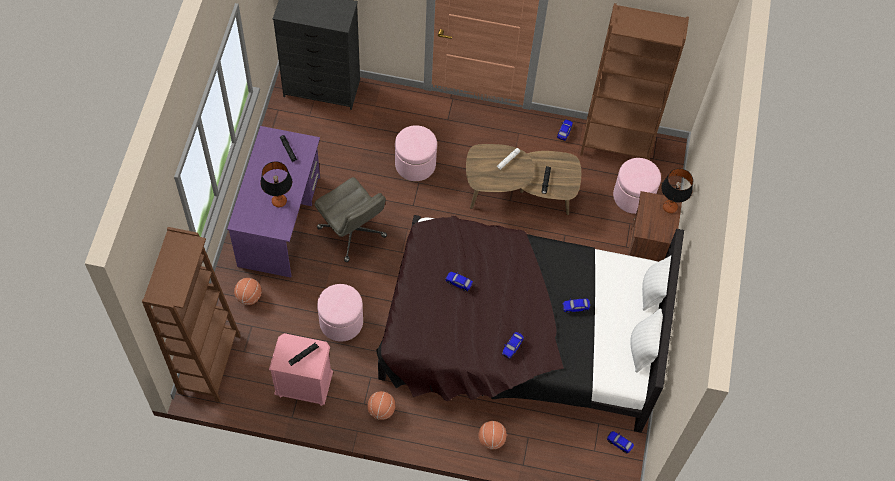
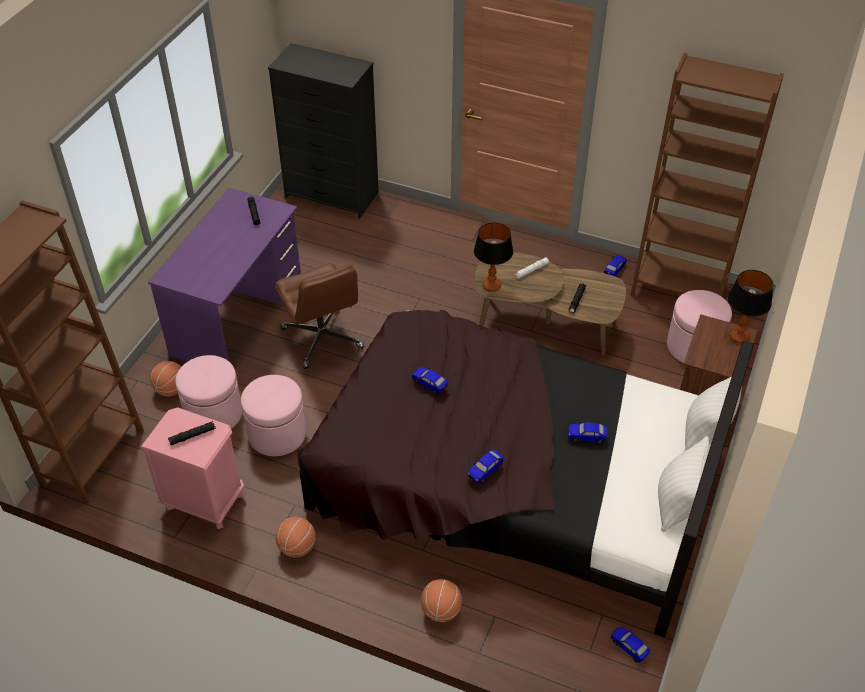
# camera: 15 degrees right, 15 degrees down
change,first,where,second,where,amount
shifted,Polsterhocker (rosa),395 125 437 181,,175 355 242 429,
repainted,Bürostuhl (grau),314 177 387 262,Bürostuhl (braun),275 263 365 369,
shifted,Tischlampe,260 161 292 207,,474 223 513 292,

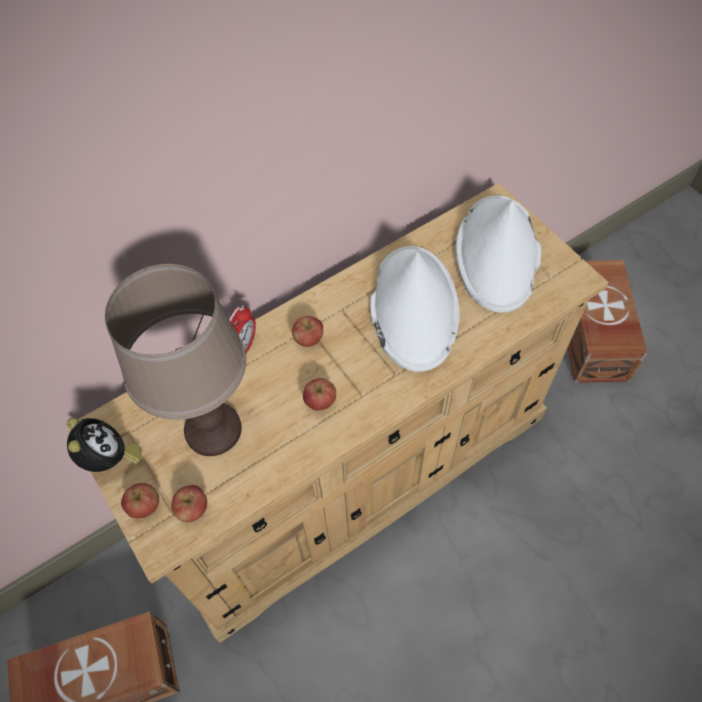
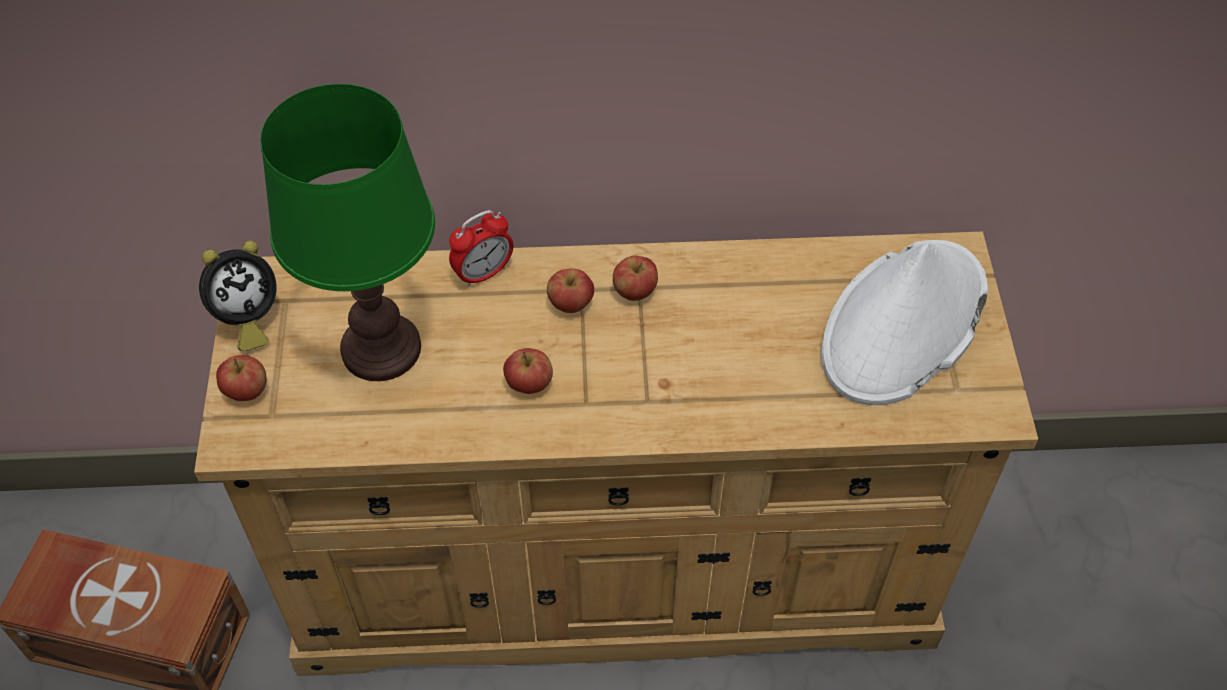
# camera: 30 degrees right, 5 degrees down
change,first,where,second,where,amount
rotated,Wecker,67 418 142 472,,199 241 277 352,45 degrees clockwise
repainted,Tischlampe (braun),105 264 246 456,Tischlampe (grün),260 84 435 381,
shifted,Apfel,171 485 207 522,,613 256 658 301,
gone,Hut (weiß),370 246 460 372,,,
gone,Aufbewahrungsbox (braun),568 260 647 383,,,

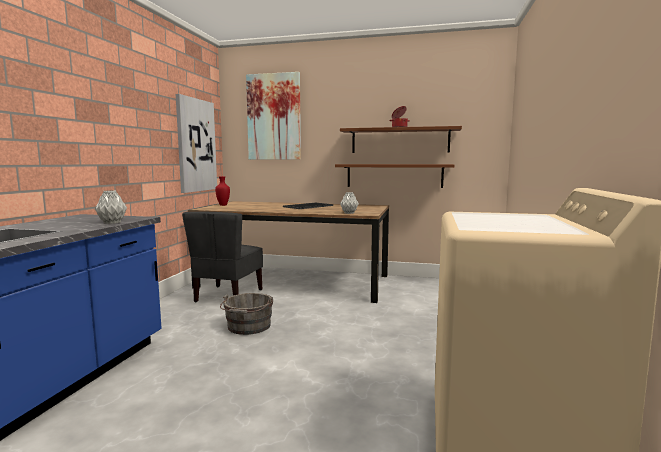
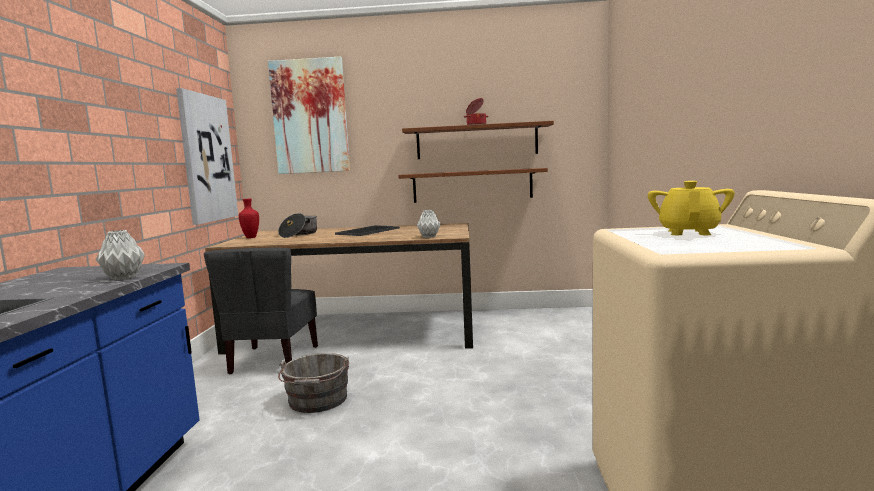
# camera: 10 degrees left, 0 degrees up
change,first,where,second,where,amount
new,,,Kochtopf,278 213 317 238,
new,,,Teekanne (gelb),648 181 735 235,

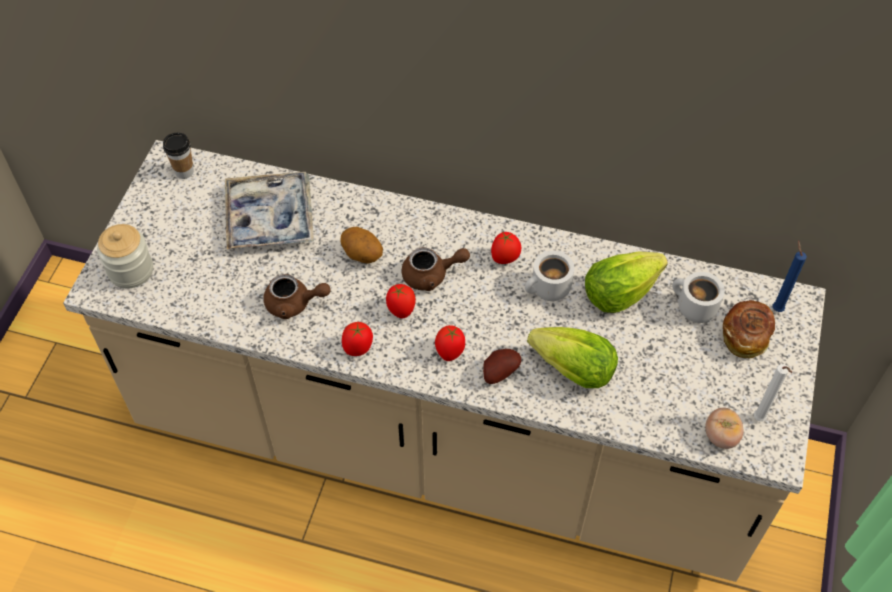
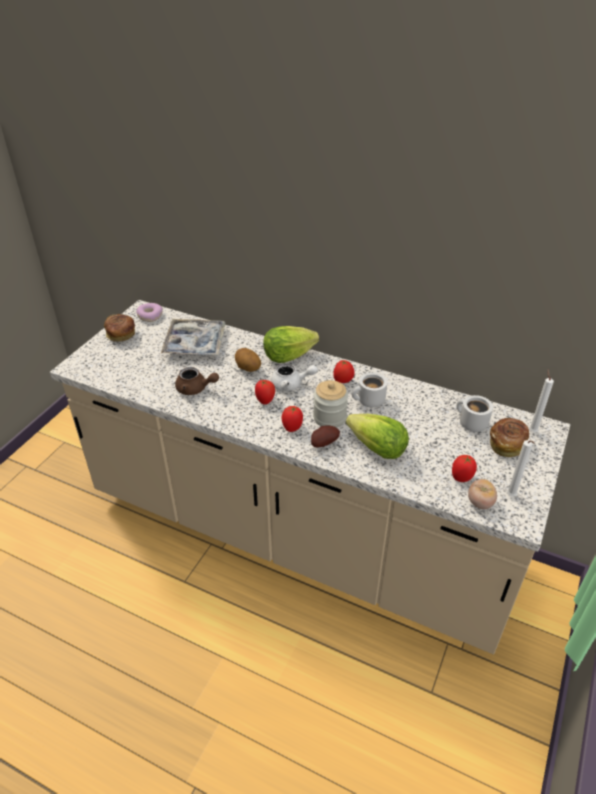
# camera: 10 degrees right, 15 degrees down
change,first,where,second,where,amount
new,,,Brot,104 314 135 342,
swapped,Tasse,163 133 194 179,Donut,136 303 163 322,
shifted,Salatkopf,585 251 668 313,,263 326 319 363,
repainted,Teekanne (braun),401 247 470 291,Teekanne (weiß),271 363 318 391,
shifted,Vorratsglas,97 224 153 289,,313 380 348 428,
shifted,Tomate,342 322 373 356,,452 455 477 482,
repainted,Kerze (blau),772 241 807 312,Kerze (weiß),529 369 554 432,

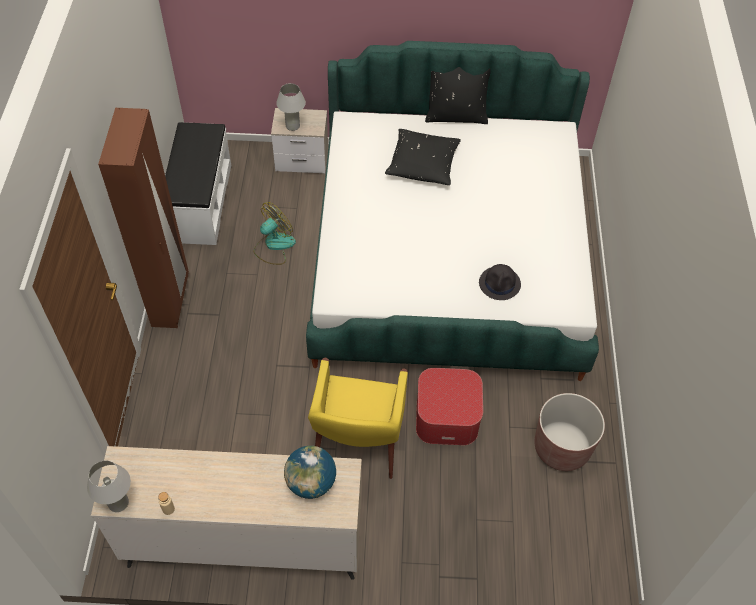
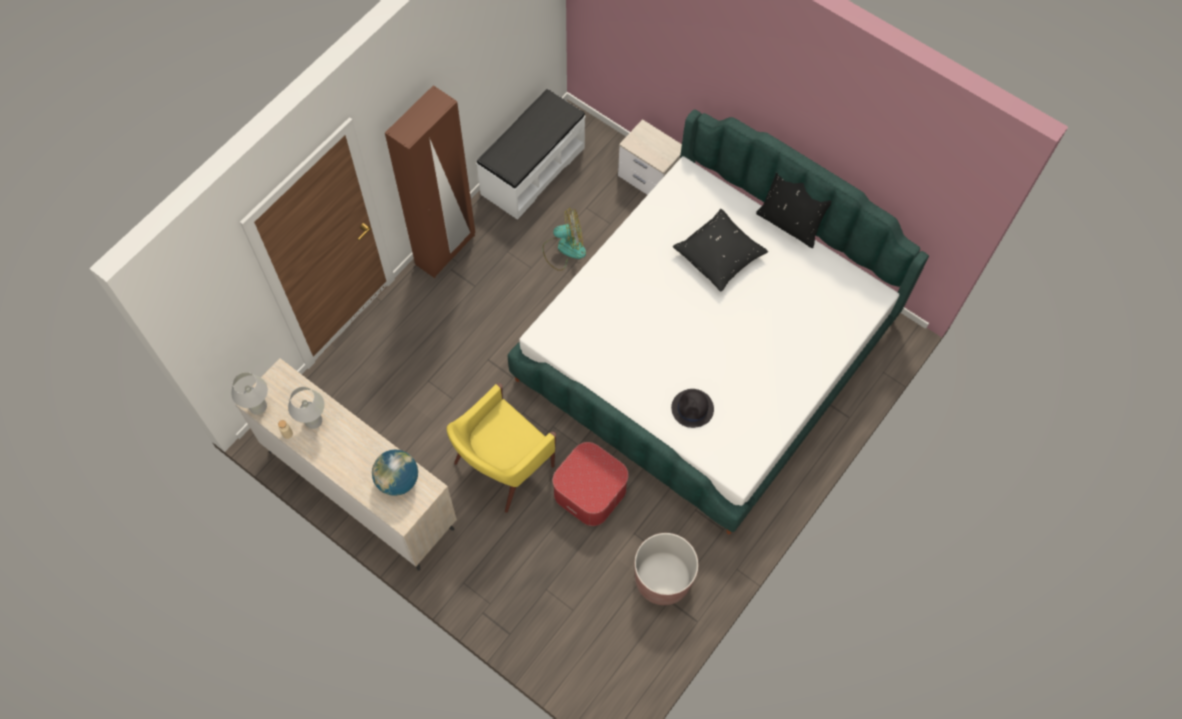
# camera: 35 degrees right, 10 degrees up
change,first,where,second,where,amount
shifted,Tischlampe (weiß),276 83 306 131,,288 387 325 429,

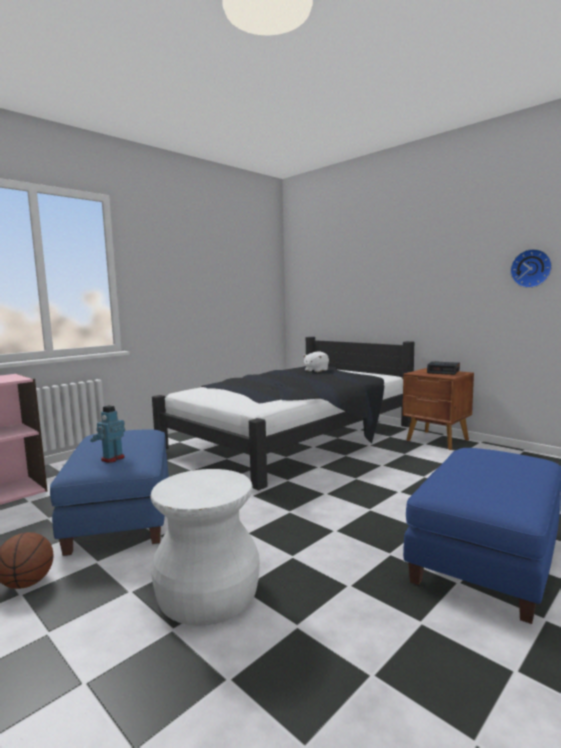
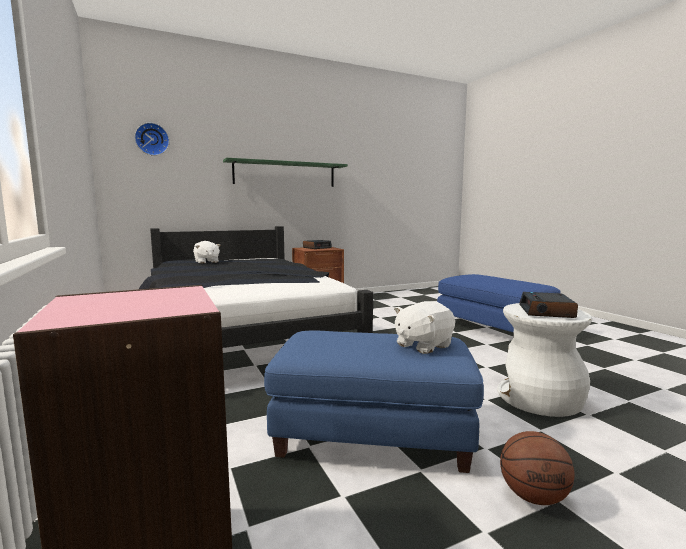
# camera: 70 degrees left, 0 degrees up
change,first,where,second,where,amount
shifted,Wanduhr,510 249 552 288,,134 123 169 156,
new,,,Wandregal (grün),223 158 348 187,
swapped,Spielzeugroboter,90 405 125 463,Plüschtier (weiß),394 301 455 354,
new,,,Wecker,519 292 578 318,

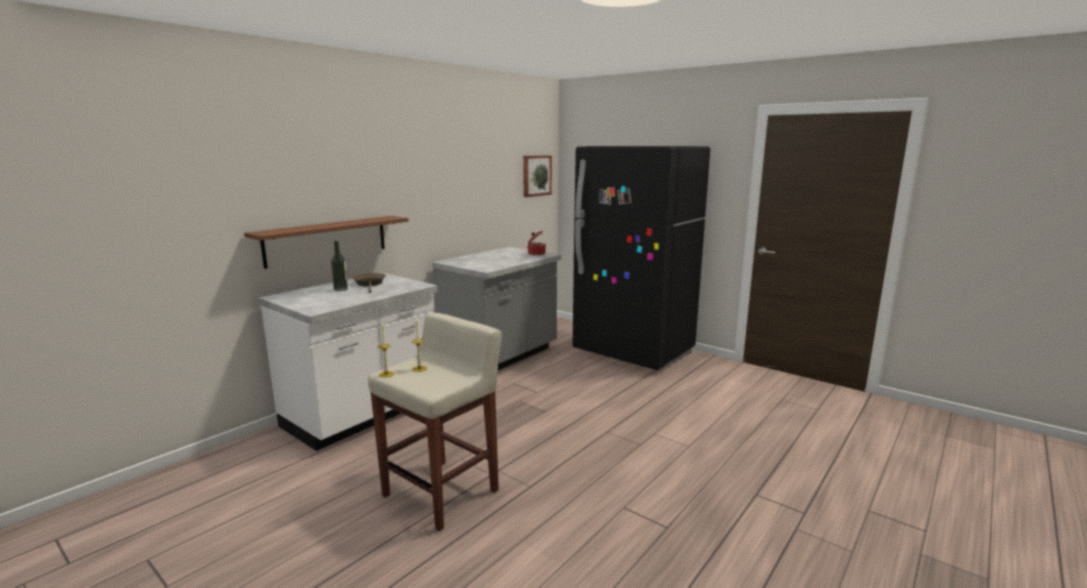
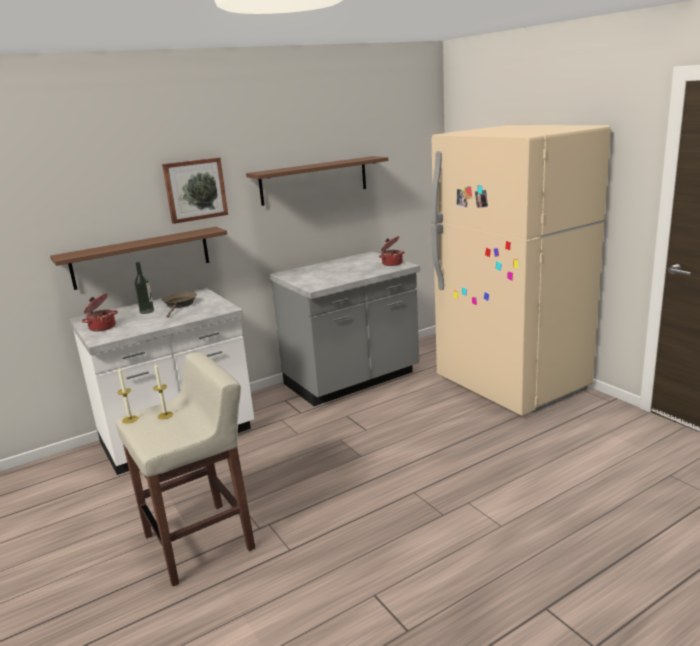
# camera: 20 degrees right, 5 degrees up
change,first,where,second,where,amount
new,,,Kochtopf,82 294 118 332,
shifted,Bild,523 155 552 197,,162 157 228 224,
new,,,Wandregal (braun),246 156 388 206,
repainted,Kühlschrank (schwarz),573 146 710 370,Kühlschrank (beige),431 125 611 416,

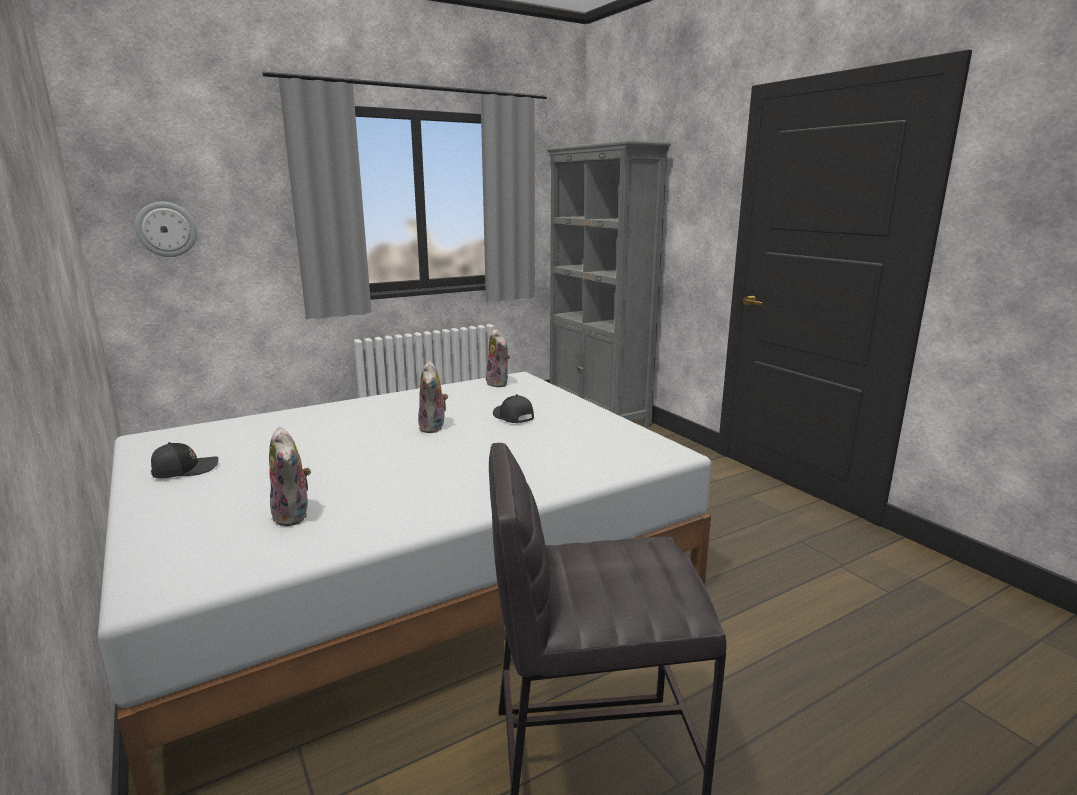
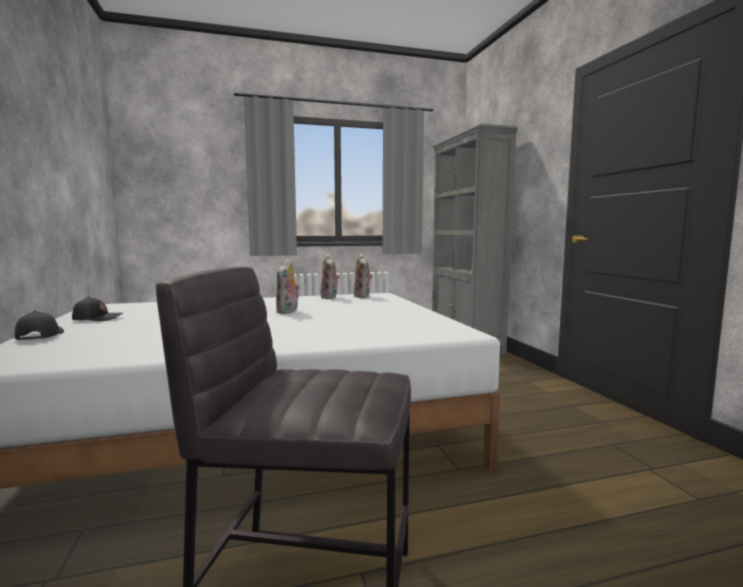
# camera: 15 degrees right, 10 degrees down
change,first,where,second,where,amount
shifted,Kappe (schwarz),493 394 534 423,,15 310 64 340,
shifted,Plüschtier,269 426 311 526,,320 254 340 299,
gone,Wanduhr,135 202 197 257,,,

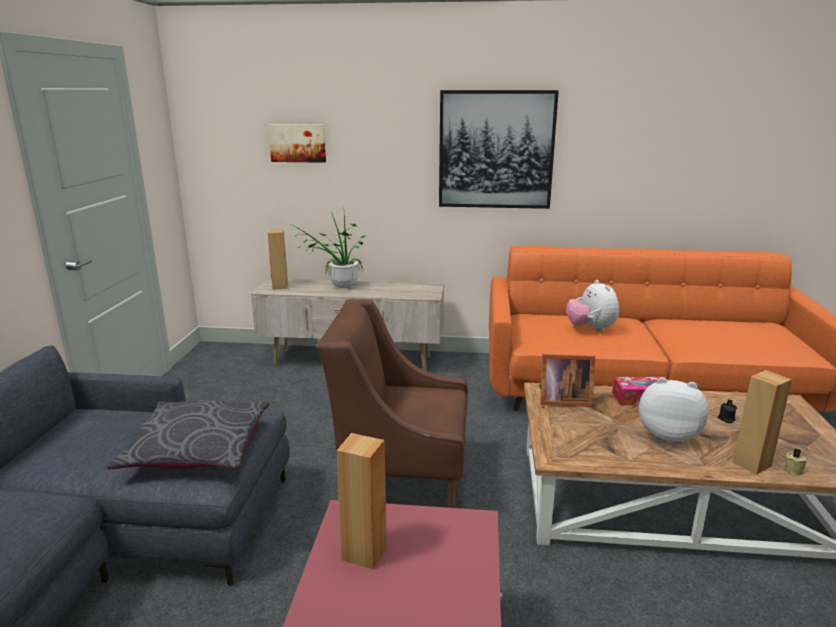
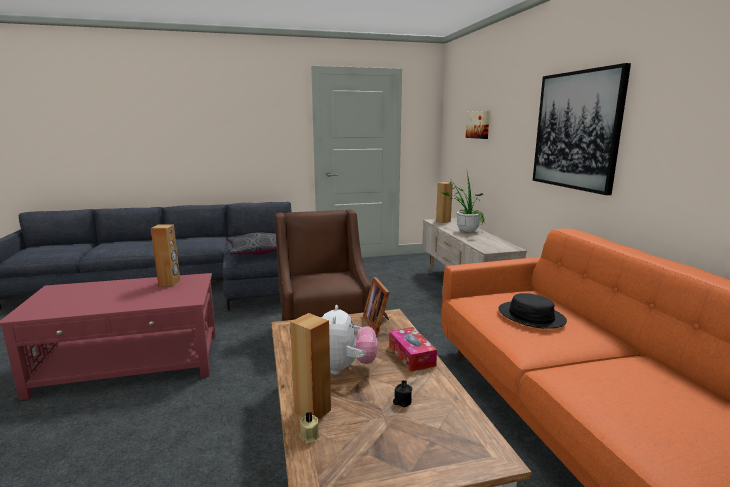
# camera: 70 degrees right, 5 degrees down
change,first,where,second,where,amount
swapped,Plüschtier,566 280 619 332,Hut (schwarz),498 293 567 329,

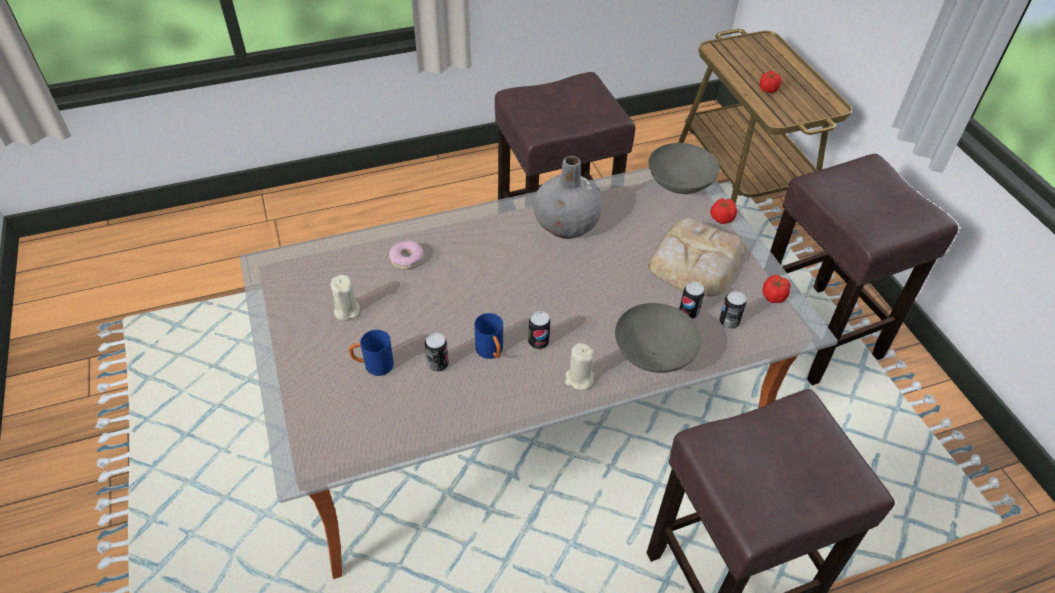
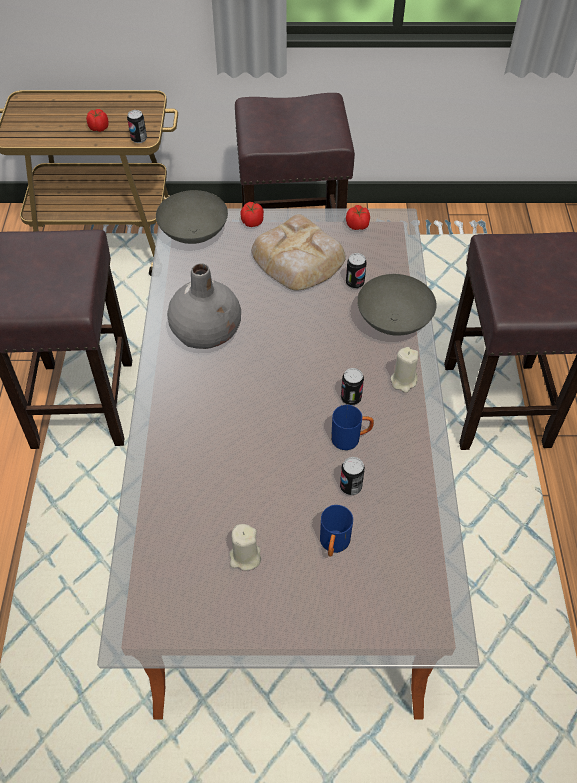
# camera: 70 degrees left, 5 degrees up
change,first,where,second,where,amount
shifted,Dose,719 291 746 329,,127 110 147 143,
gone,Donut,389 240 423 270,,,

